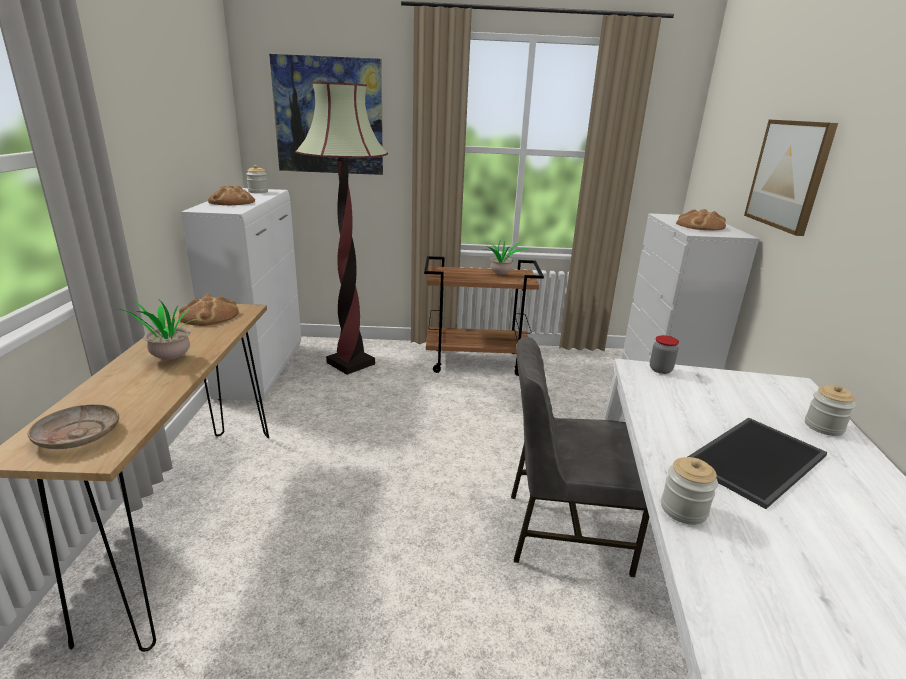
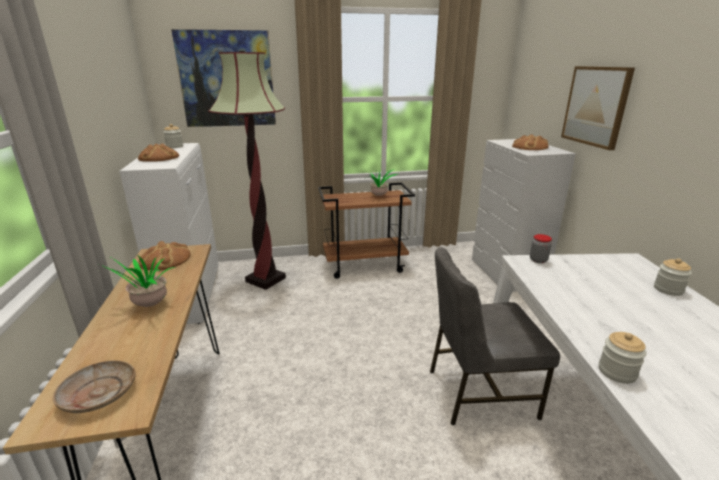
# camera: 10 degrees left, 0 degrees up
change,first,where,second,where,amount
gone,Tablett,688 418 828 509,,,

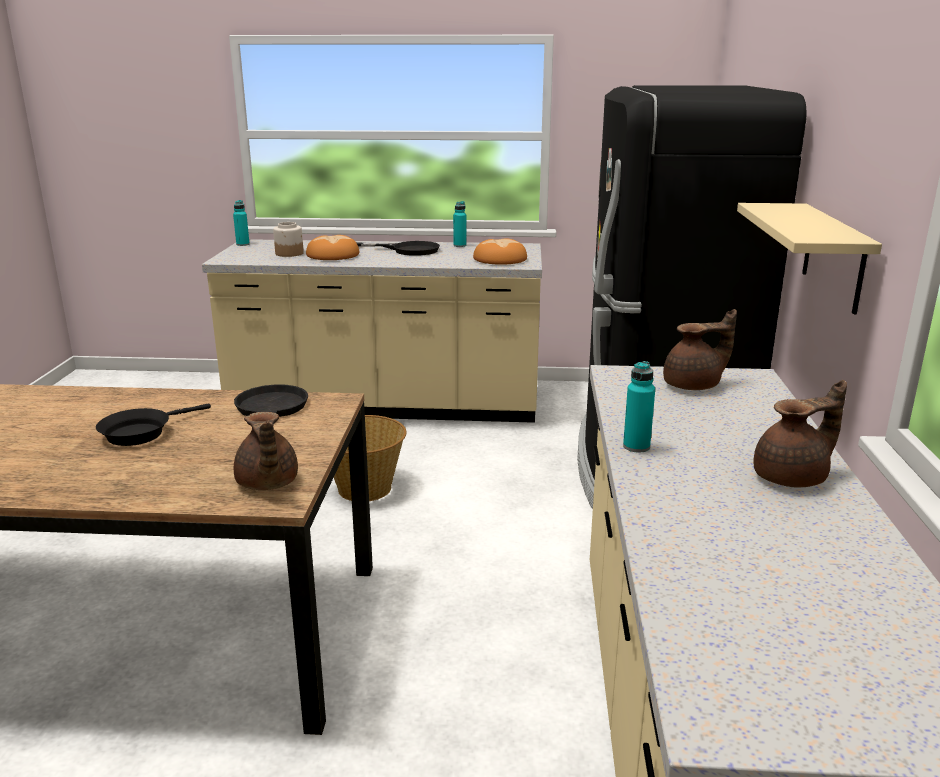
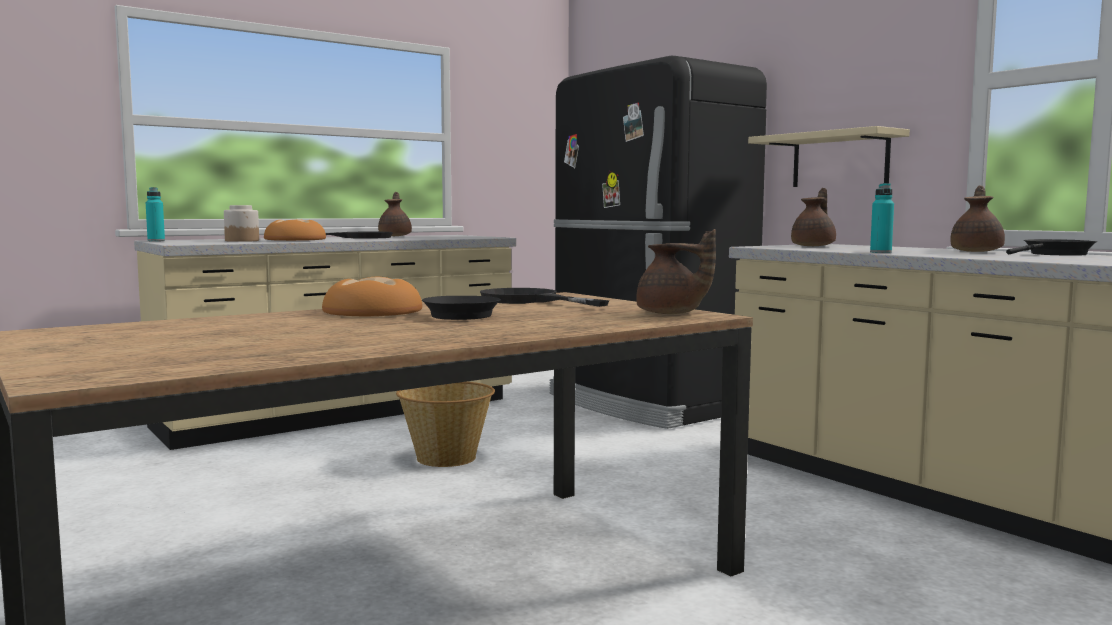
# camera: 40 degrees left, 15 degrees down
change,first,where,second,where,amount
shifted,Brot,473 238 527 265,,322 277 422 316,
swapped,Flasche (türkis),453 201 466 247,Teekanne (braun),378 192 412 236,
new,,,Pfanne (schwarz),1006 239 1097 255,

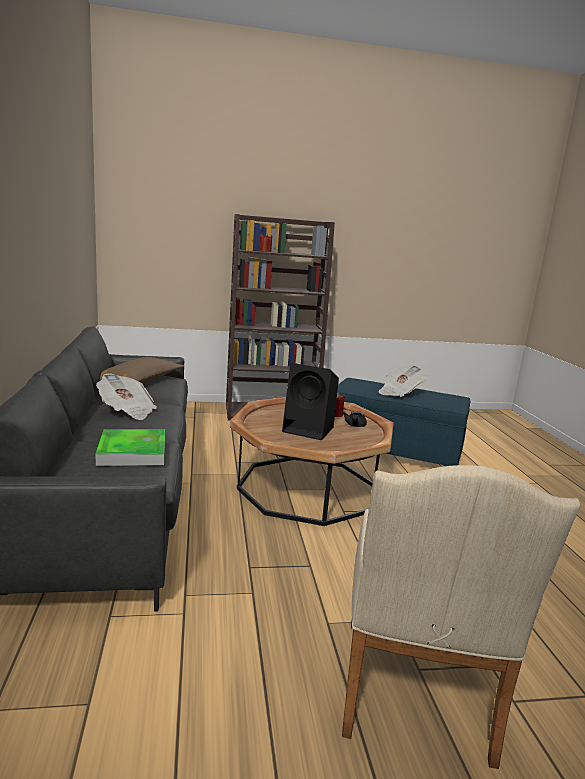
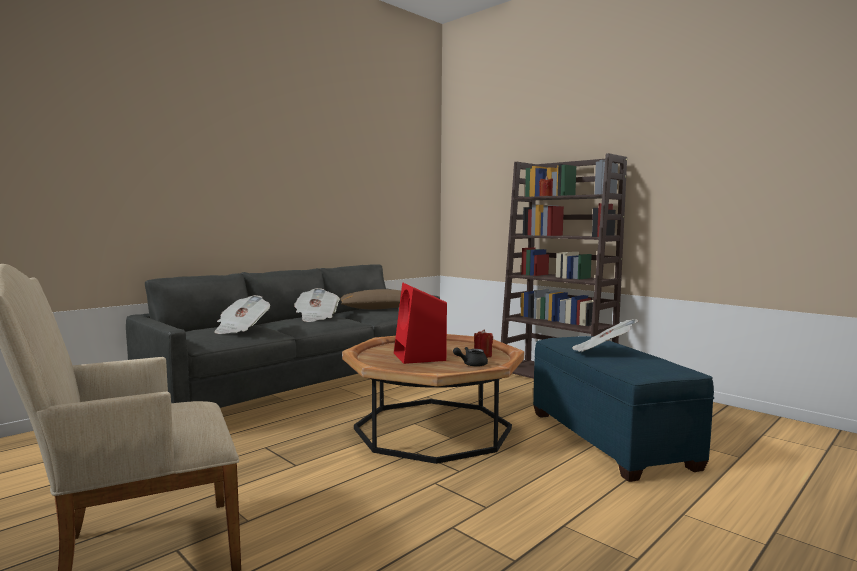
# camera: 55 degrees right, 10 degrees down
change,first,where,second,where,amount
swapped,Tablett,95 429 165 466,Zeitung,214 295 270 334,
repainted,Lautsprecher (schwarz),282 363 339 440,Lautsprecher (rot),394 283 447 364,

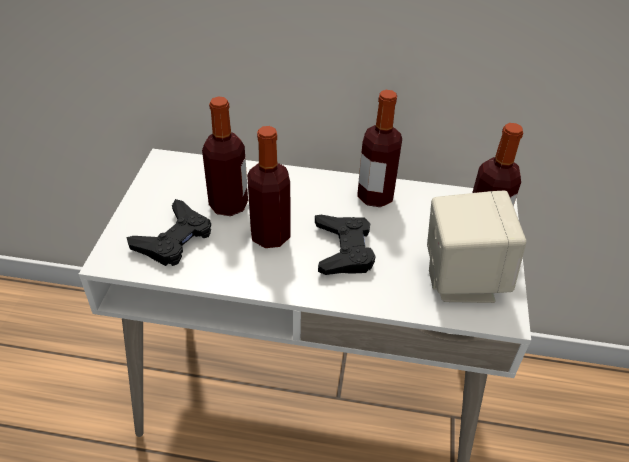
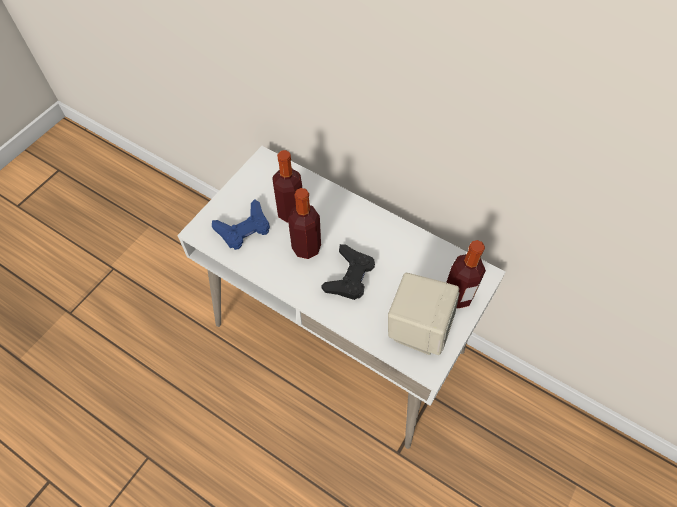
# camera: 25 degrees right, 15 degrees up
change,first,where,second,where,amount
repainted,Gamepad (schwarz),126 199 211 266,Gamepad (blau),212 199 270 250,
gone,Flasche,357 90 402 207,,,

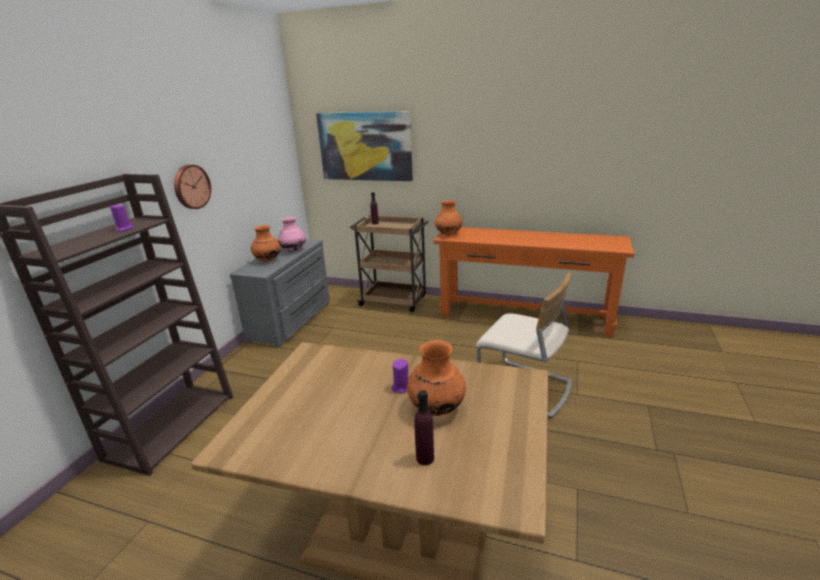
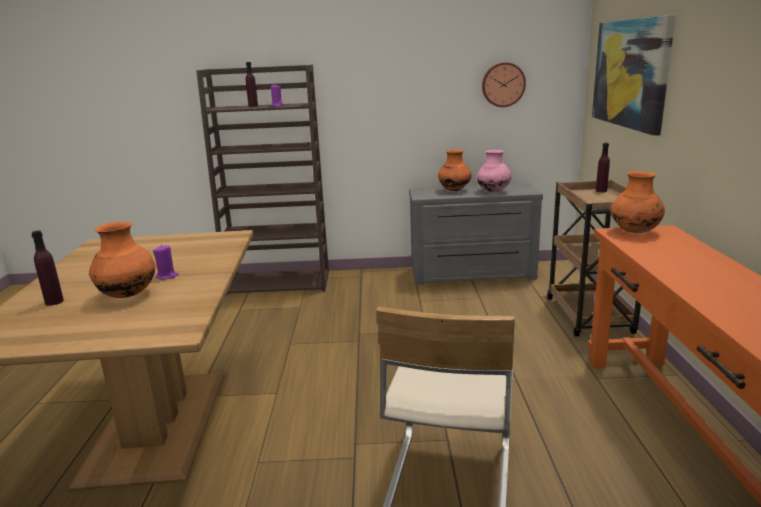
# camera: 70 degrees right, 5 degrees down
change,first,where,second,where,amount
new,,,Flasche (lila),246 62 258 107,
shifted,Wanduhr,174 165 211 209,,482 62 526 107,

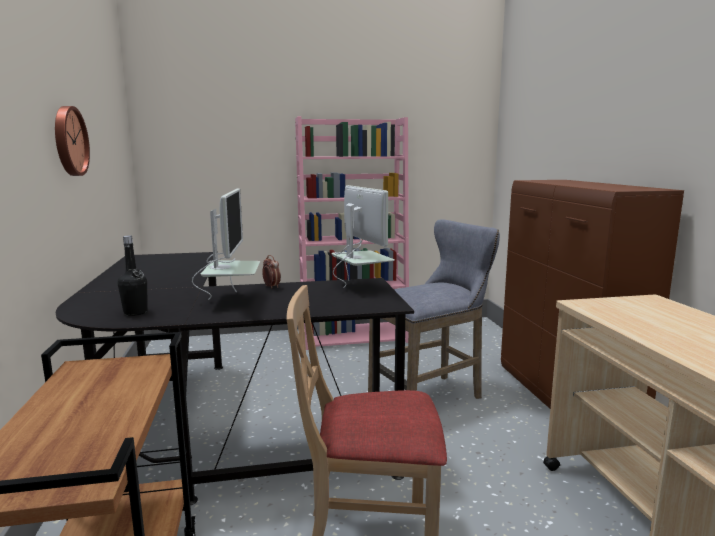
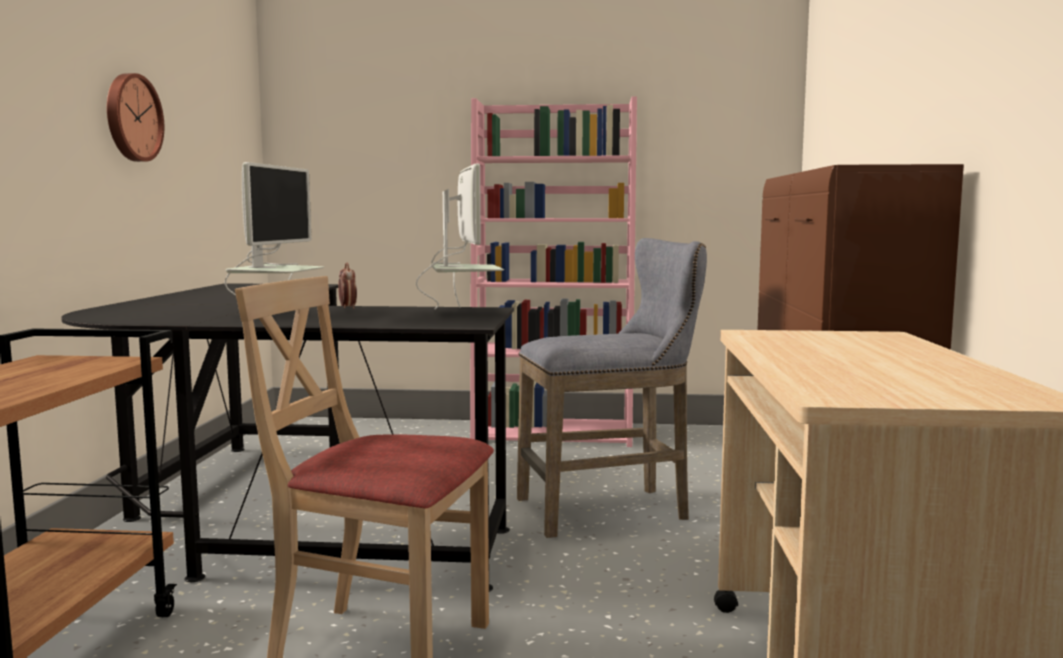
# camera: 15 degrees right, 5 degrees down
change,first,where,second,where,amount
gone,Flasche (schwarz),118 235 148 316,,,

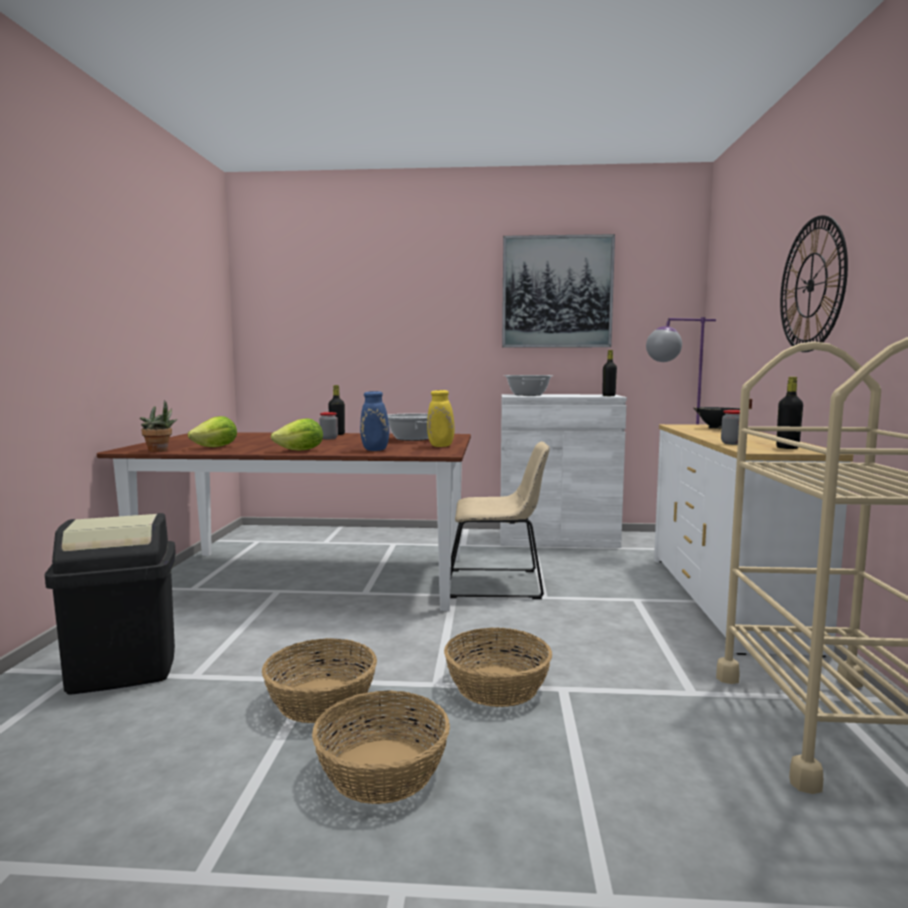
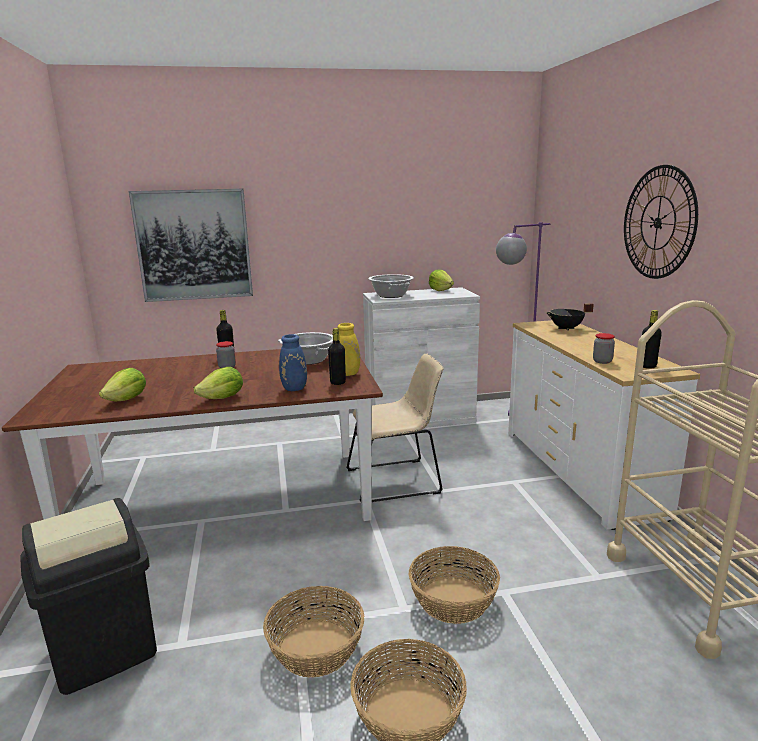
# camera: 15 degrees left, 10 degrees up
change,first,where,second,where,amount
shifted,Bild,502 234 615 348,,129 189 253 302,
shifted,Flasche (schwarz),602 350 617 396,,328 328 346 385,
new,,,Salatkopf,429 270 454 291,
gone,Topfpflanze,140 400 177 452,,,

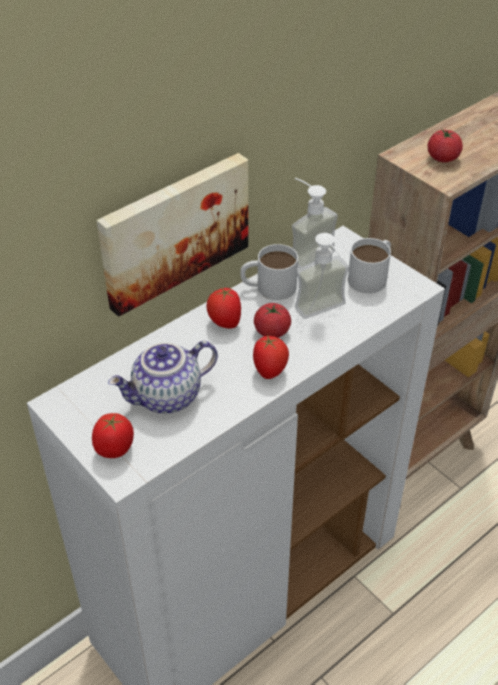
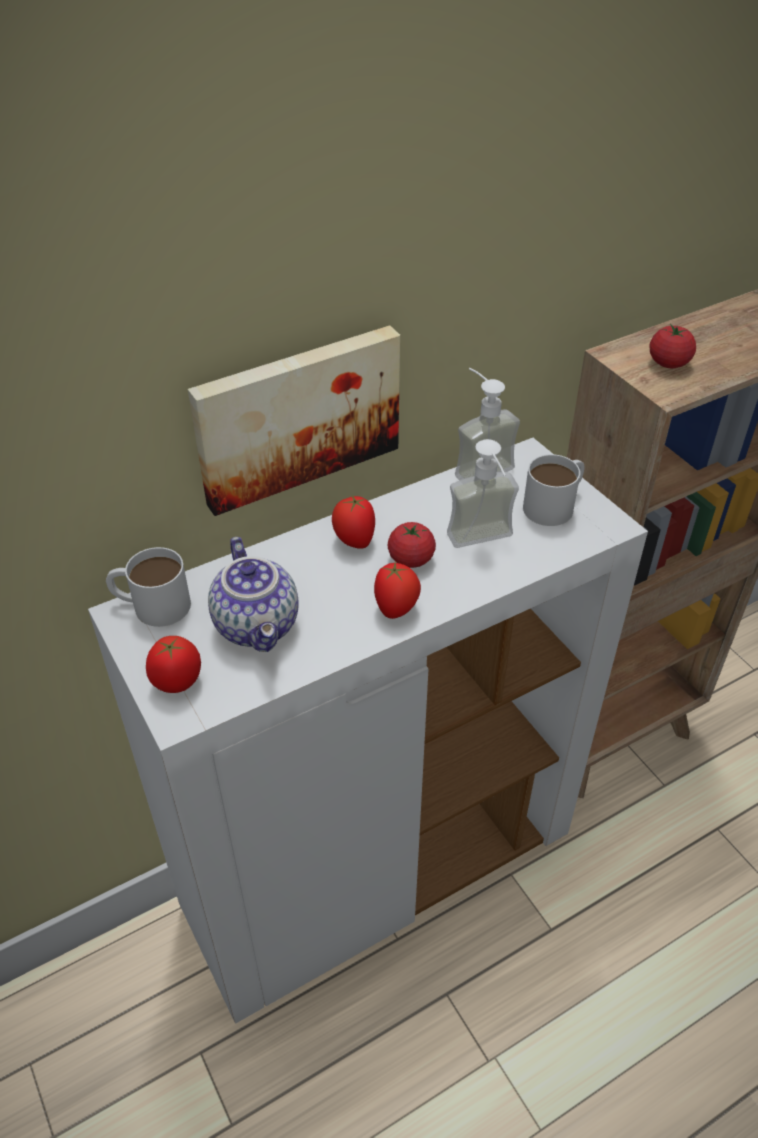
# camera: 10 degrees right, 0 degrees up
change,first,where,second,where,amount
shifted,Henkelbecher (weiß),240 244 298 300,,106 547 191 627,
rotated,Teekanne,108 341 218 413,,208 537 298 652,90 degrees counterclockwise

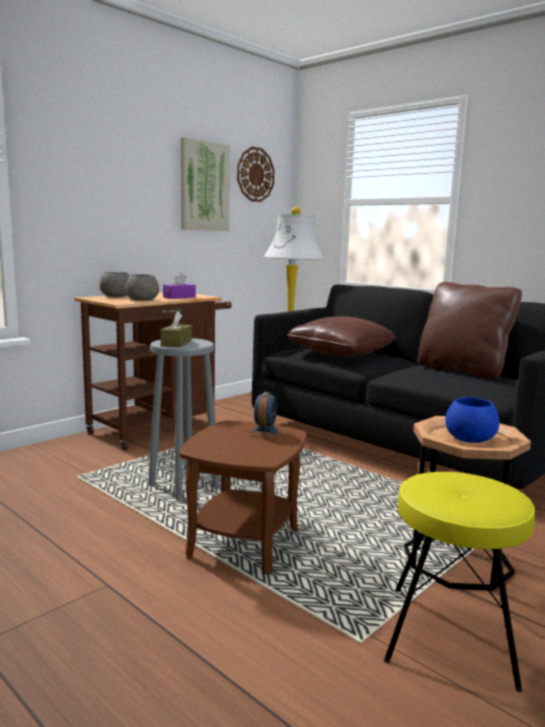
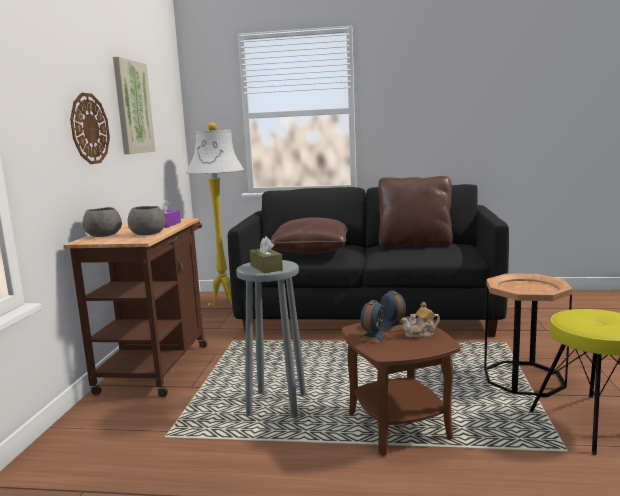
# camera: 35 degrees left, 0 degrees up
change,first,where,second,where,amount
shifted,Wanduhr,237 147 275 202,,70 93 110 164,
new,,,Wecker,359 300 388 344,
new,,,Teekanne,402 302 440 338,
gone,Schüssel (blau),445 397 500 443,,,

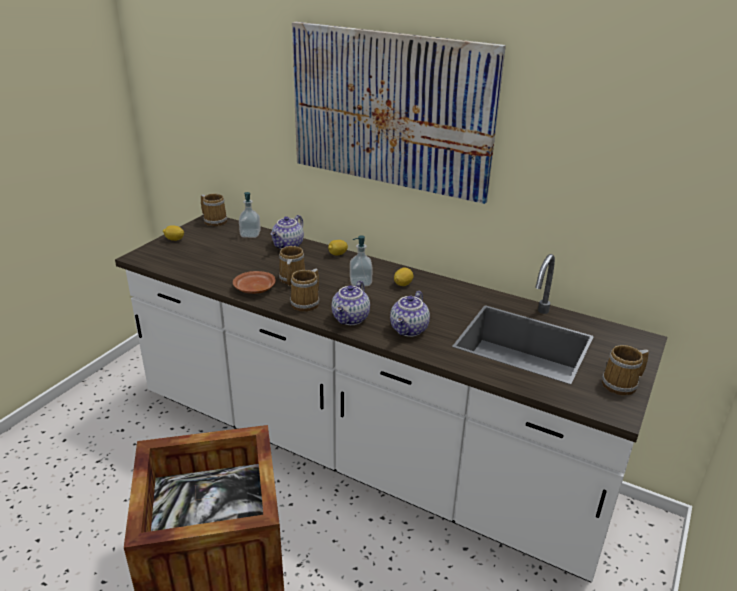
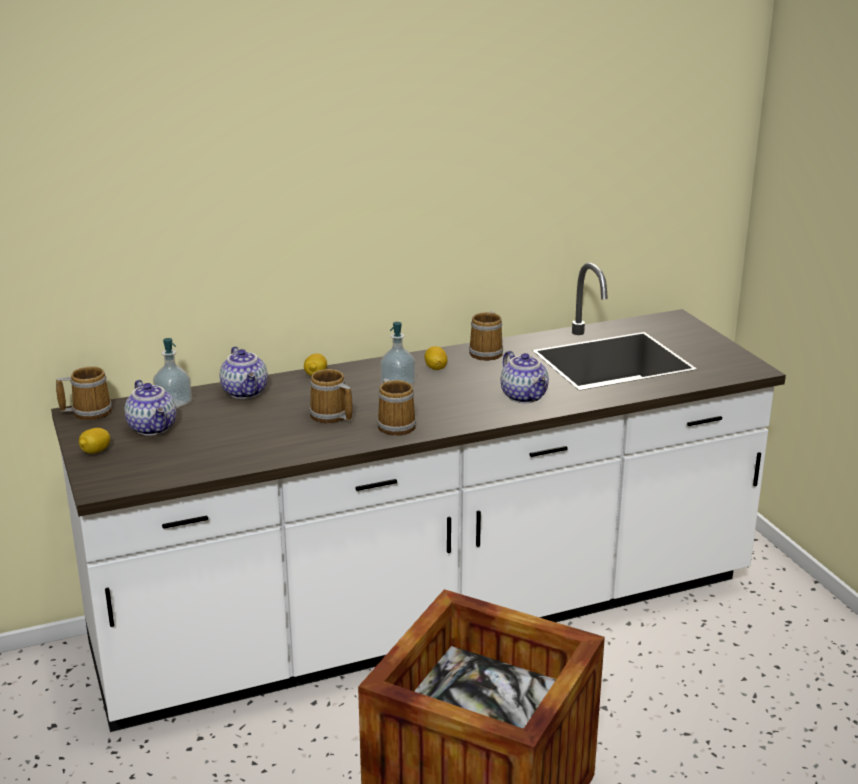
# camera: 50 degrees left, 5 degrees down
change,first,where,second,where,amount
shifted,Teekanne,331 280 370 325,,125 380 176 436,
shifted,Henkelbecher,602 345 649 395,,469 311 503 361,
gone,Teller (braun),233 271 276 294,,,
gone,Bild,292 22 506 204,,,

